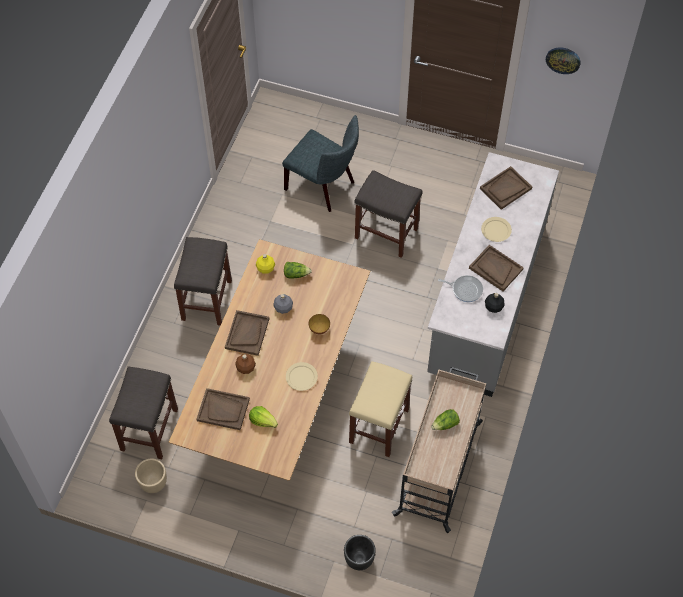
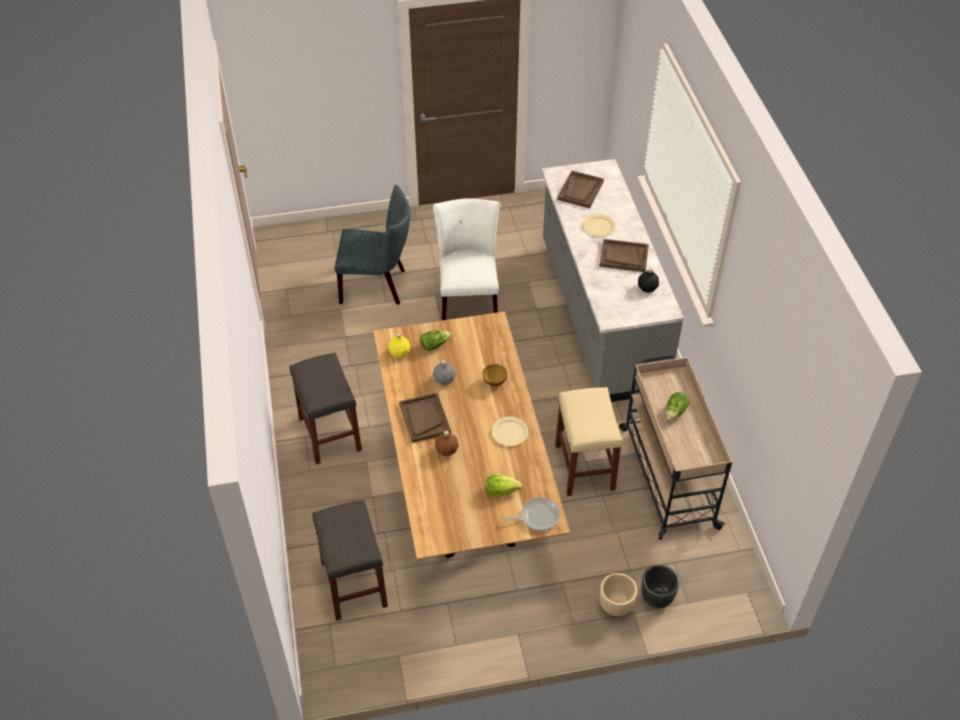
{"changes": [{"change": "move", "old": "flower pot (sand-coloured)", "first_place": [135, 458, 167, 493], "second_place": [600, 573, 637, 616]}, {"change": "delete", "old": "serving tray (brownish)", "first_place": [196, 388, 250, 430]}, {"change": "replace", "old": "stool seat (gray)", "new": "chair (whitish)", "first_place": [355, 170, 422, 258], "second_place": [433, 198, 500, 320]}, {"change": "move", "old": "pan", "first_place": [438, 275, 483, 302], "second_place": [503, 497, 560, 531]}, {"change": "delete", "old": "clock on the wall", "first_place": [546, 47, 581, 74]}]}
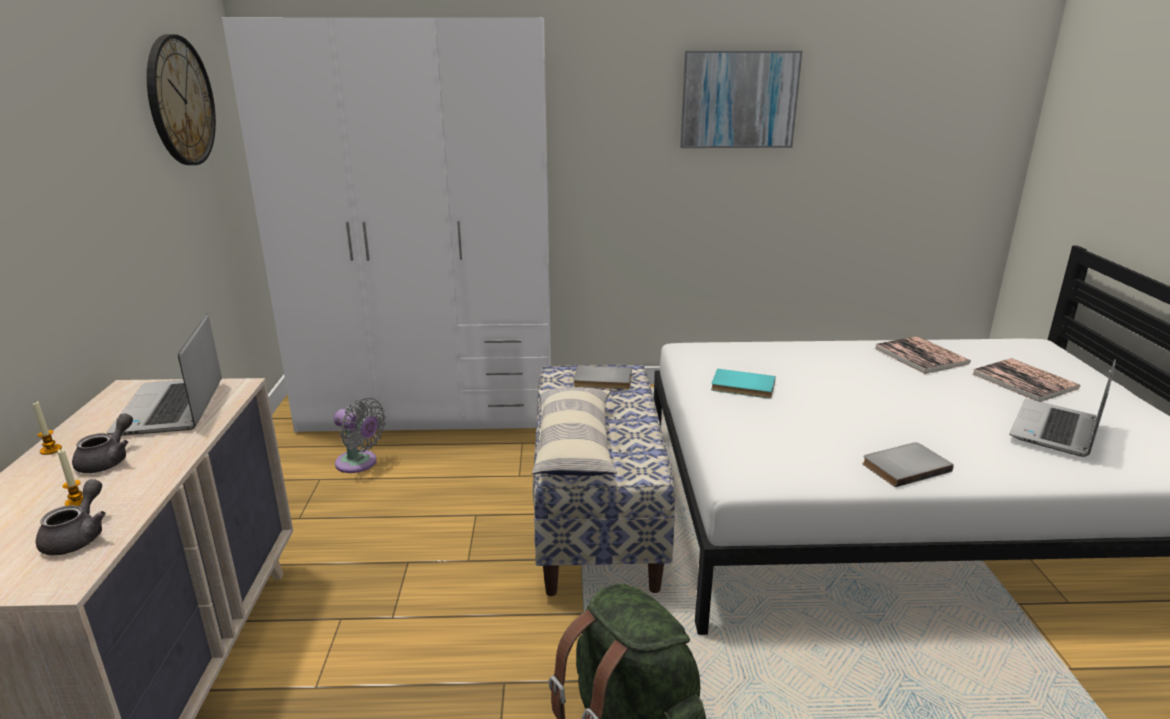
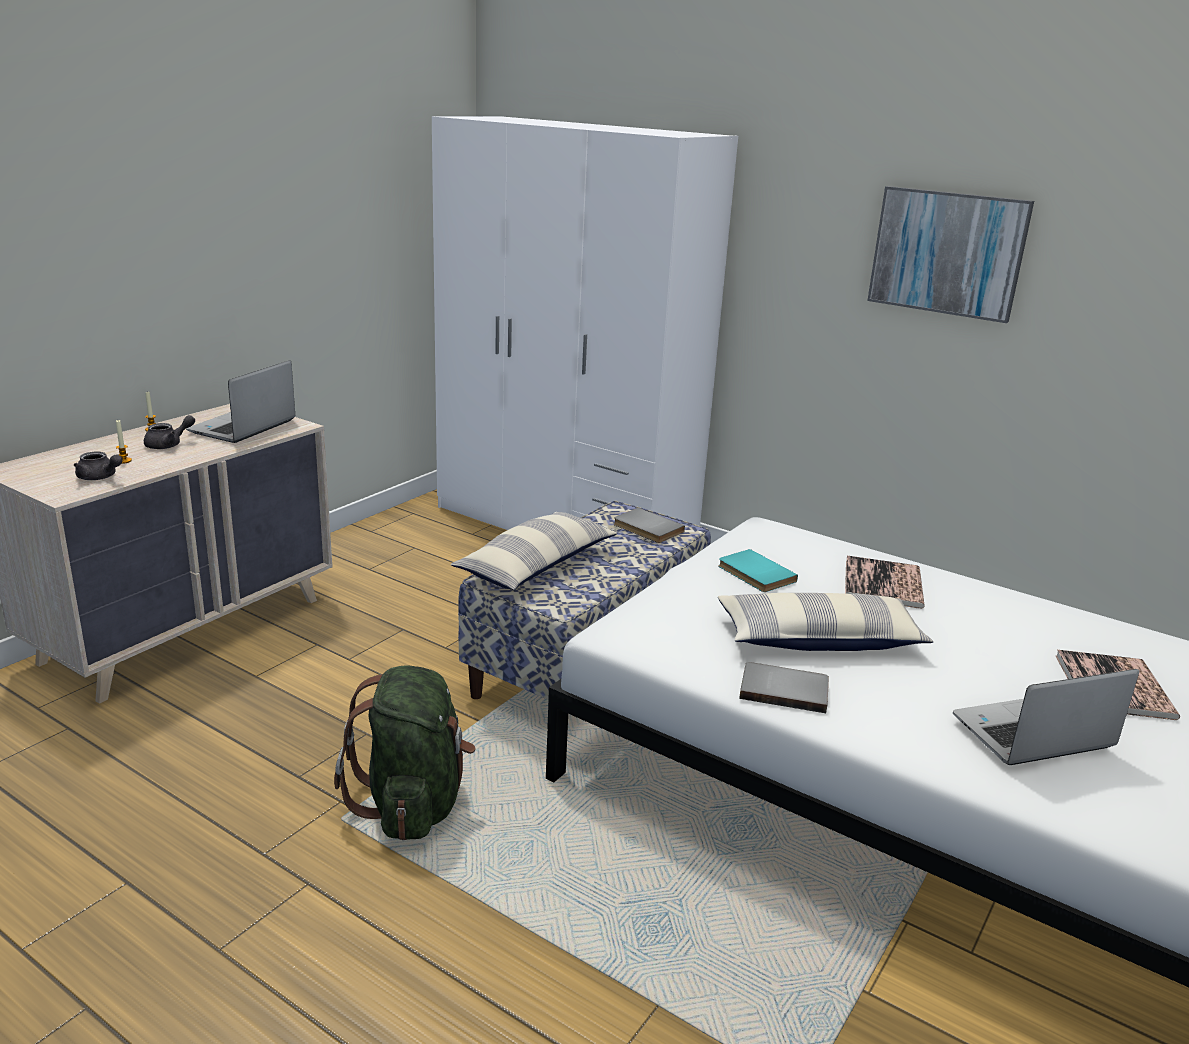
{"changes": [{"change": "rotate", "old": "pot for tea (gray)", "first_place": [36, 479, 106, 556], "second_place": [74, 451, 123, 480], "degrees": 75}, {"change": "delete", "old": "clock on the wall", "first_place": [147, 34, 216, 165]}, {"change": "delete", "old": "electric fan (gray)", "first_place": [334, 398, 386, 473]}, {"change": "move", "old": "book", "first_place": [874, 336, 971, 374], "second_place": [845, 556, 925, 609]}, {"change": "insert", "new": "cushion", "second_place": [718, 593, 934, 651]}]}
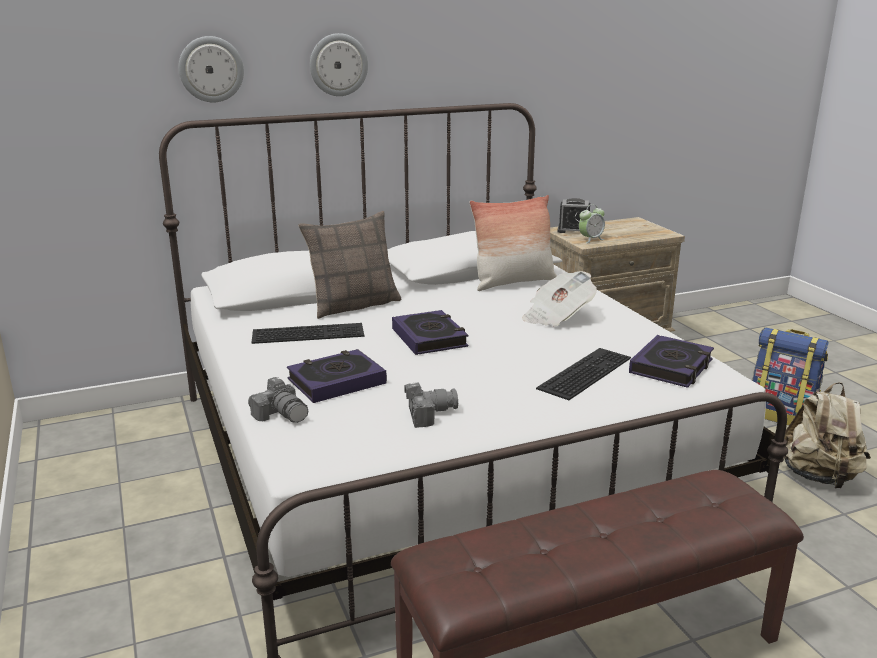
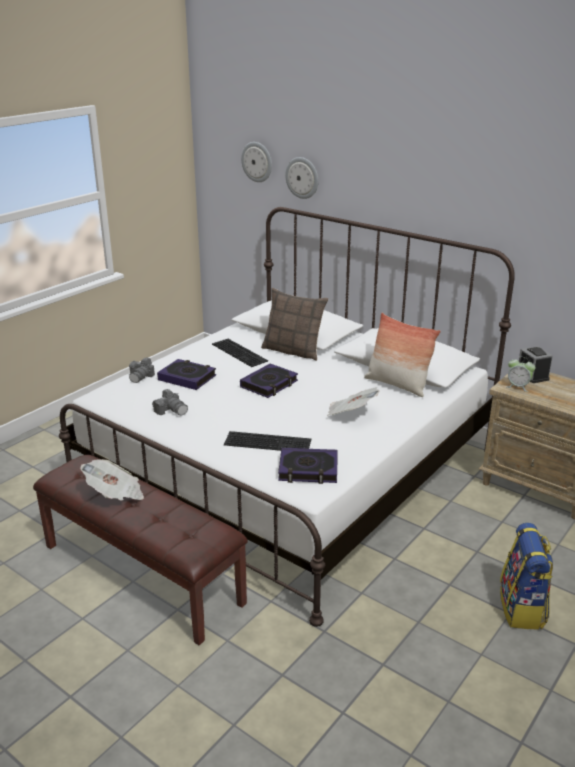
{"changes": [{"change": "move", "old": "clock on the wall", "first_place": [310, 33, 368, 96], "second_place": [241, 142, 272, 182]}, {"change": "delete", "old": "knapsack (sand-coloured)", "first_place": [783, 382, 871, 488]}, {"change": "insert", "new": "printed paper", "second_place": [80, 459, 144, 501]}]}
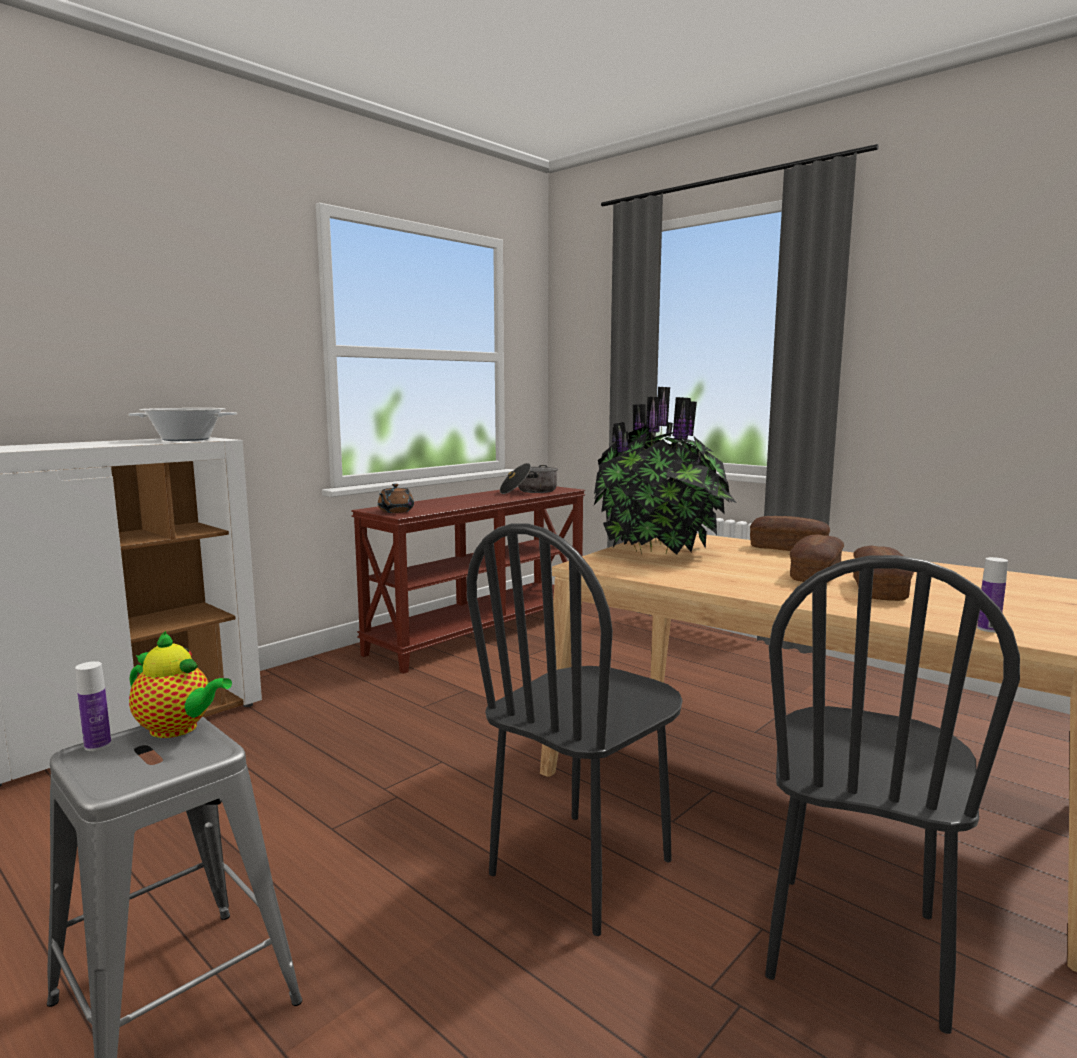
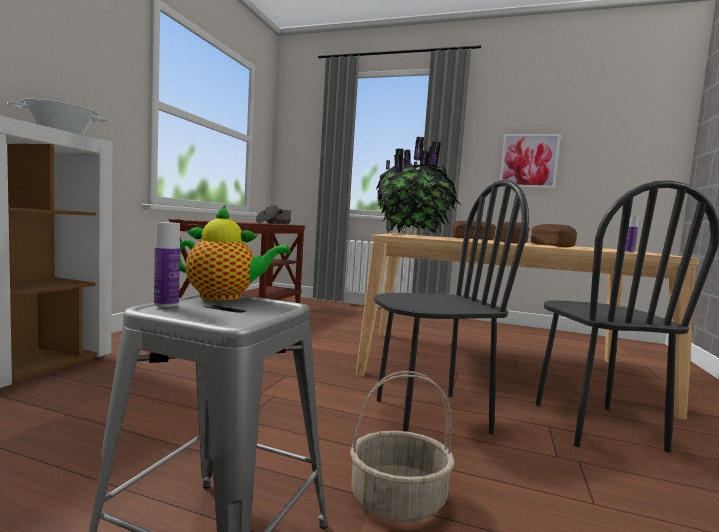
{"changes": [{"change": "delete", "old": "pot for tea (brownish)", "first_place": [378, 484, 414, 513]}, {"change": "rotate", "old": "chair (black-coloured)", "first_place": [467, 523, 683, 936], "second_place": [373, 180, 529, 434], "degrees": -120}, {"change": "insert", "new": "household basket", "second_place": [350, 371, 455, 522]}, {"change": "insert", "new": "wall picture", "second_place": [500, 134, 561, 189]}]}
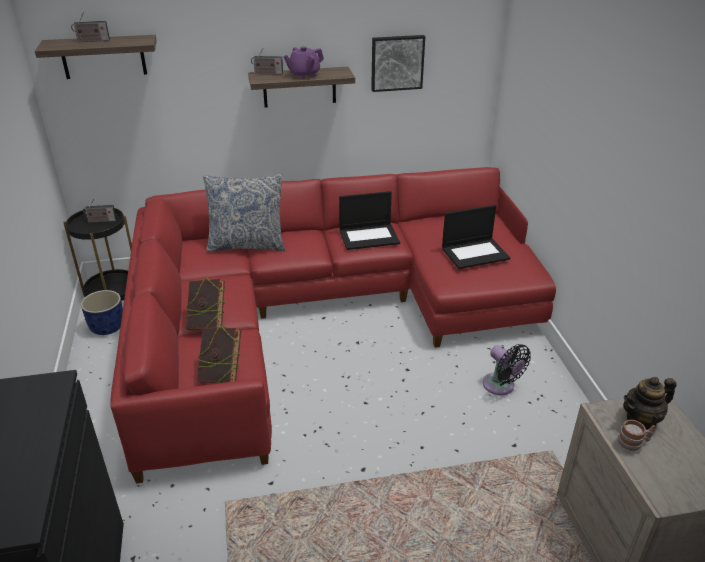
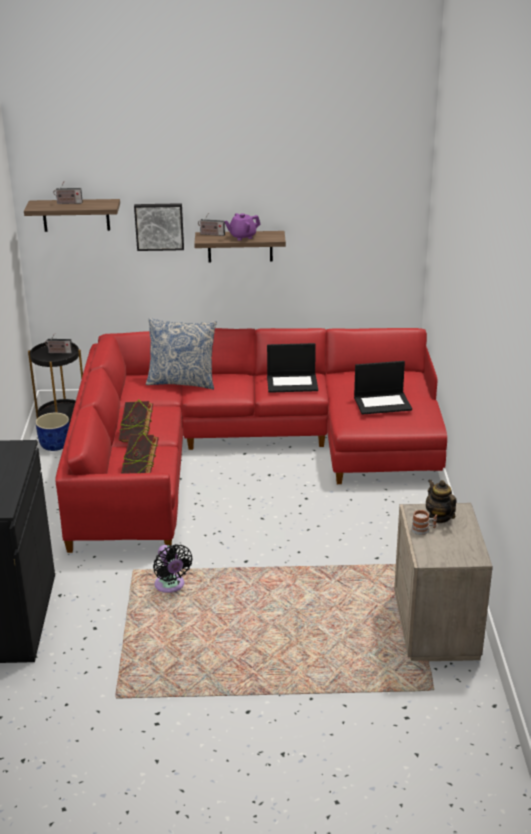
{"changes": [{"change": "move", "old": "wall picture", "first_place": [371, 35, 425, 92], "second_place": [134, 203, 184, 251]}, {"change": "move", "old": "electric fan (black-coloured)", "first_place": [483, 344, 531, 395], "second_place": [153, 544, 193, 593]}, {"change": "rotate", "old": "pot for tea", "first_place": [623, 377, 677, 430], "second_place": [426, 480, 457, 523], "degrees": 75}]}
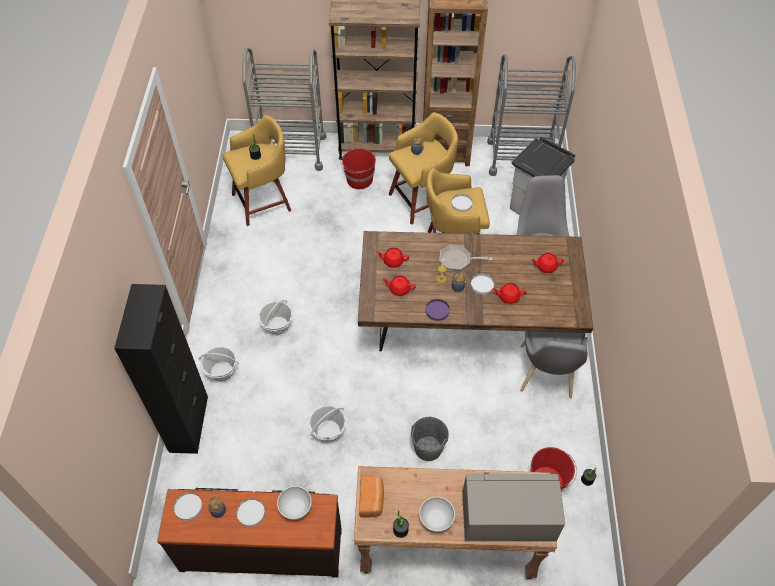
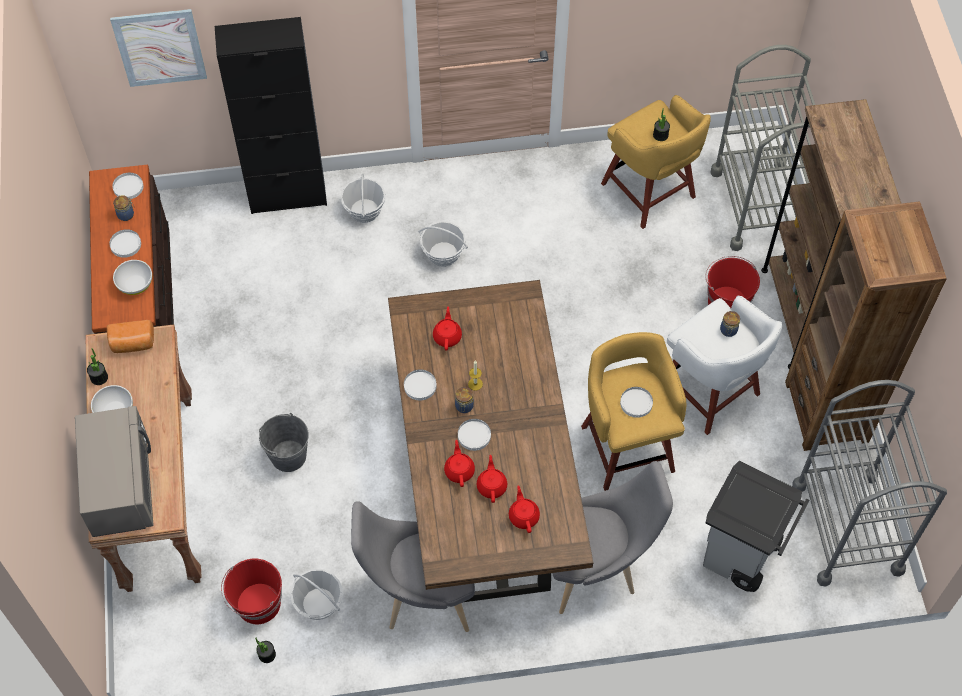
{"changes": [{"change": "move", "old": "household basket", "first_place": [309, 405, 346, 442], "second_place": [290, 569, 343, 620]}, {"change": "move", "old": "pot for tea (red)", "first_place": [376, 248, 409, 268], "second_place": [477, 455, 507, 503]}, {"change": "recolor", "old": "stool seat (yellowish)", "new": "stool seat (whitish)", "first_place": [389, 112, 458, 225], "second_place": [667, 296, 782, 435]}, {"change": "recolor", "old": "flat dish (purple)", "new": "flat dish (whitish)", "first_place": [426, 299, 450, 321], "second_place": [404, 369, 437, 400]}, {"change": "delete", "old": "pan", "first_place": [440, 245, 492, 270]}, {"change": "insert", "new": "wall picture", "second_place": [110, 9, 207, 87]}]}
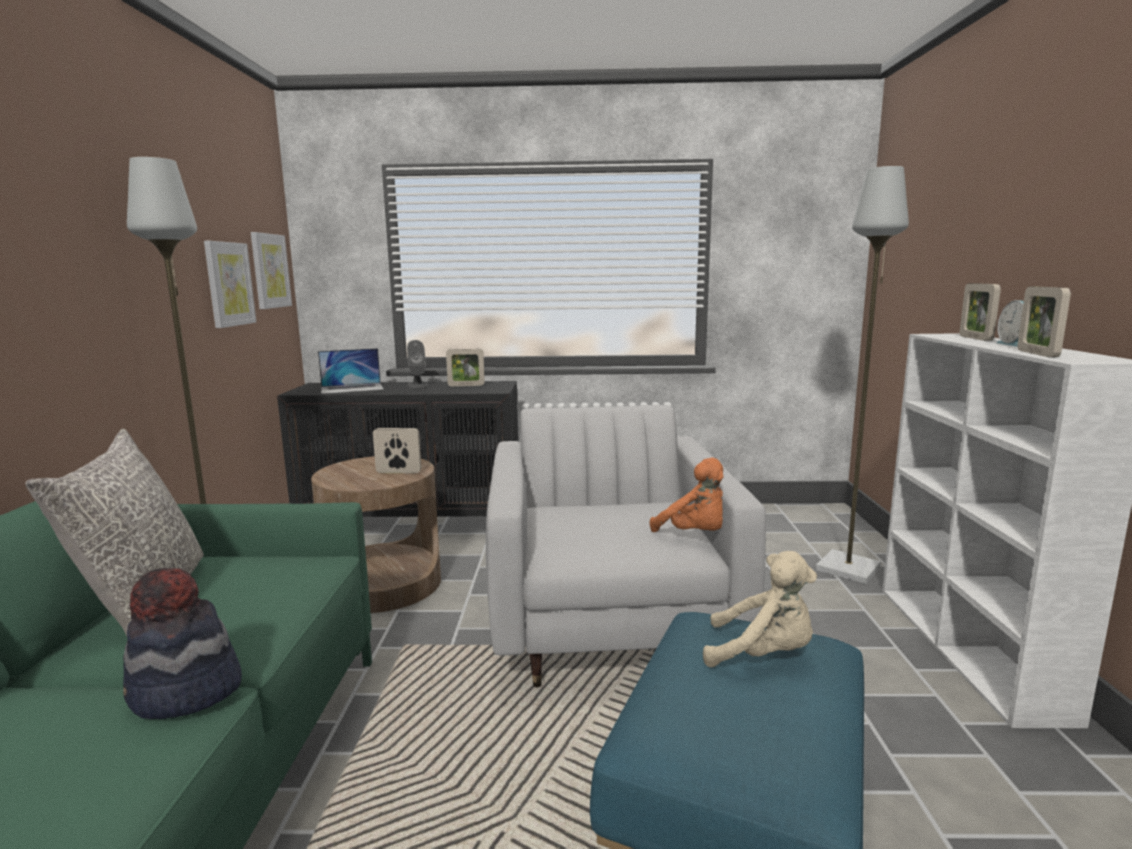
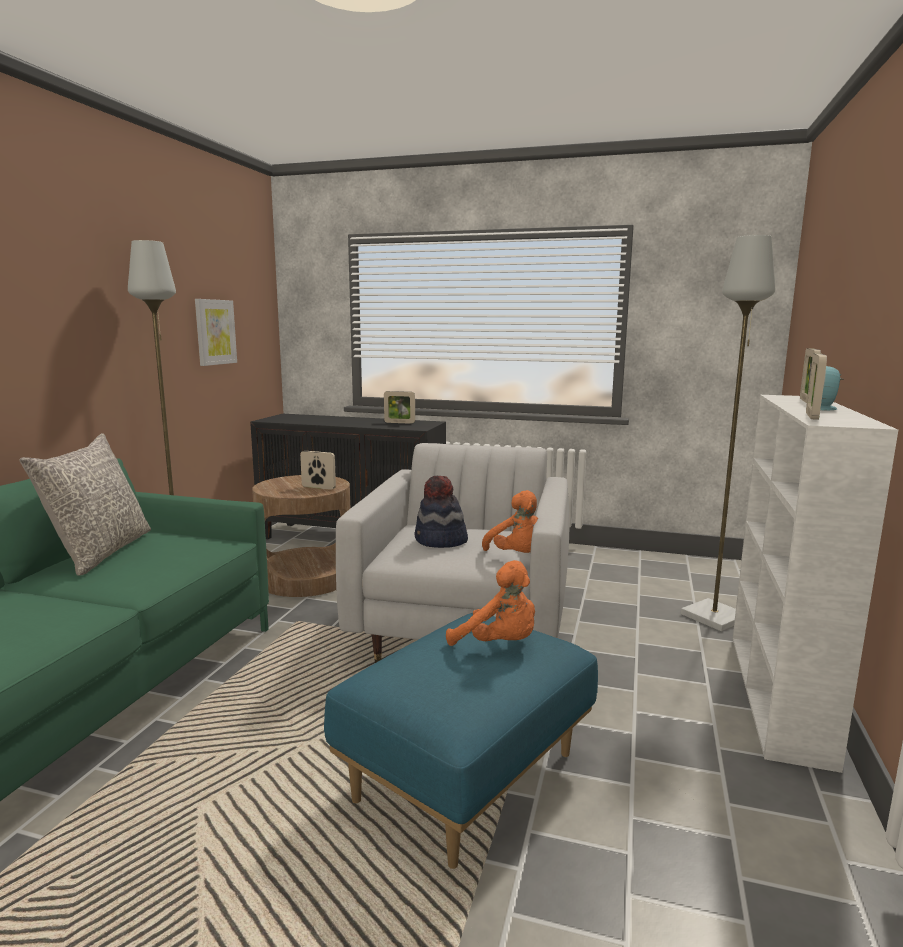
{"changes": [{"change": "move", "old": "clothing hat", "first_place": [123, 568, 242, 719], "second_place": [414, 476, 468, 548]}, {"change": "delete", "old": "wall picture", "first_place": [250, 232, 292, 309]}, {"change": "delete", "old": "notebook computer", "first_place": [318, 348, 384, 394]}, {"change": "delete", "old": "speaker (gray)", "first_place": [407, 340, 429, 388]}, {"change": "recolor", "old": "soft toy (sand-coloured)", "new": "soft toy (orangey)", "first_place": [703, 551, 817, 667], "second_place": [446, 560, 535, 646]}]}
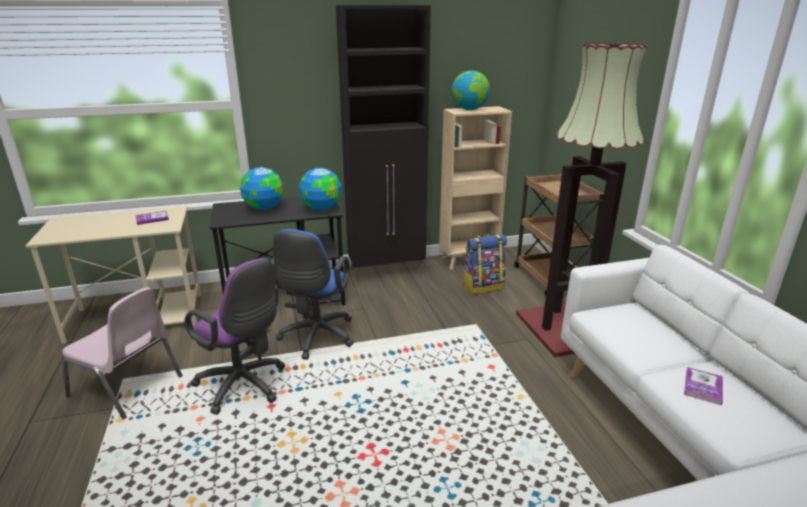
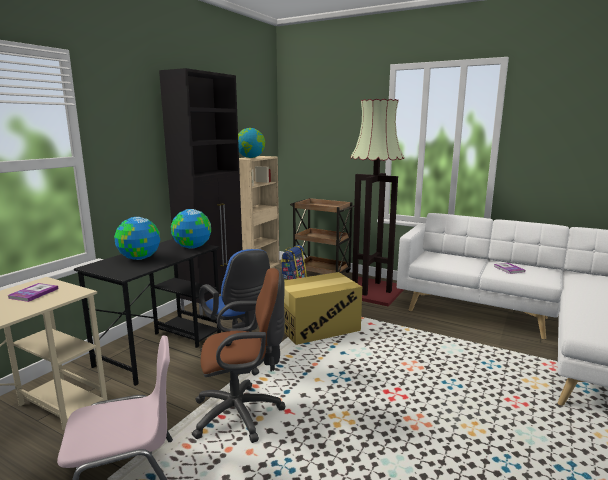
{"changes": [{"change": "recolor", "old": "computer chair (purple)", "new": "computer chair (brownish)", "first_place": [185, 258, 285, 415], "second_place": [192, 268, 286, 443]}, {"change": "insert", "new": "cardboard box", "second_place": [284, 272, 362, 345]}]}
